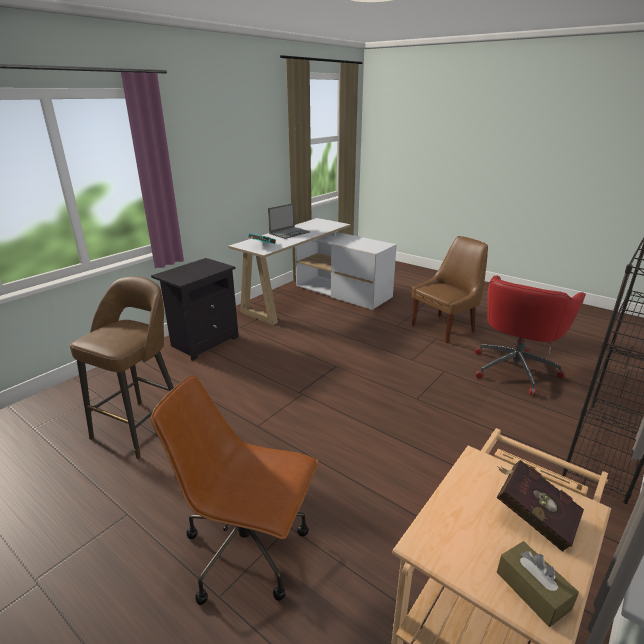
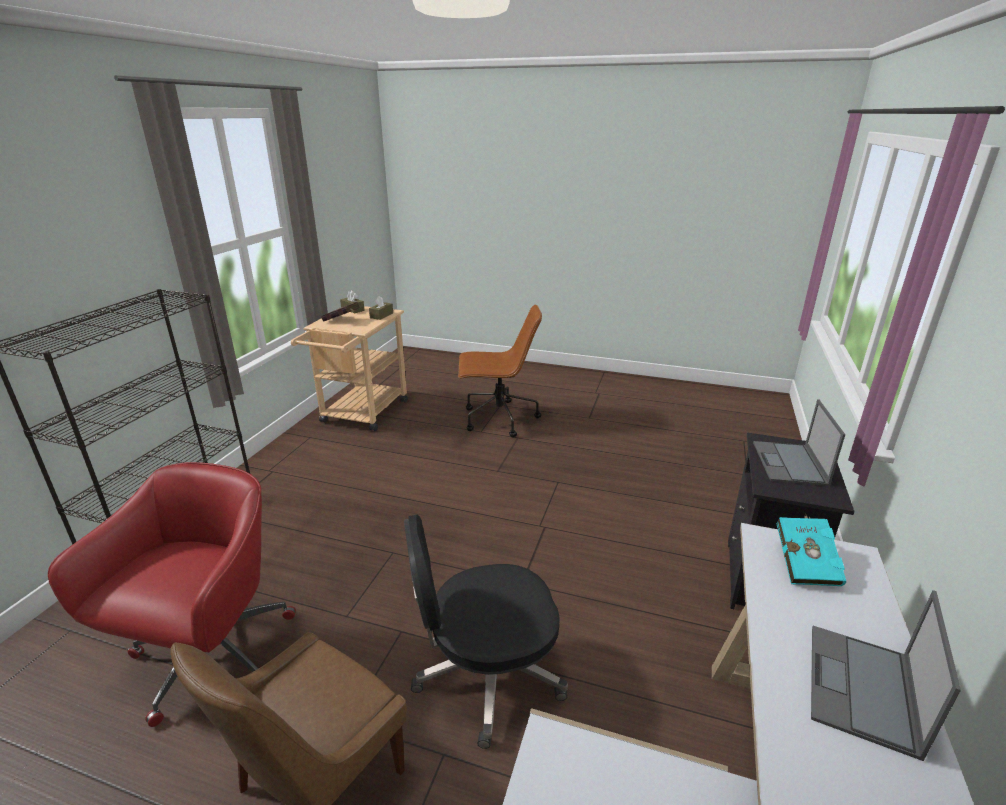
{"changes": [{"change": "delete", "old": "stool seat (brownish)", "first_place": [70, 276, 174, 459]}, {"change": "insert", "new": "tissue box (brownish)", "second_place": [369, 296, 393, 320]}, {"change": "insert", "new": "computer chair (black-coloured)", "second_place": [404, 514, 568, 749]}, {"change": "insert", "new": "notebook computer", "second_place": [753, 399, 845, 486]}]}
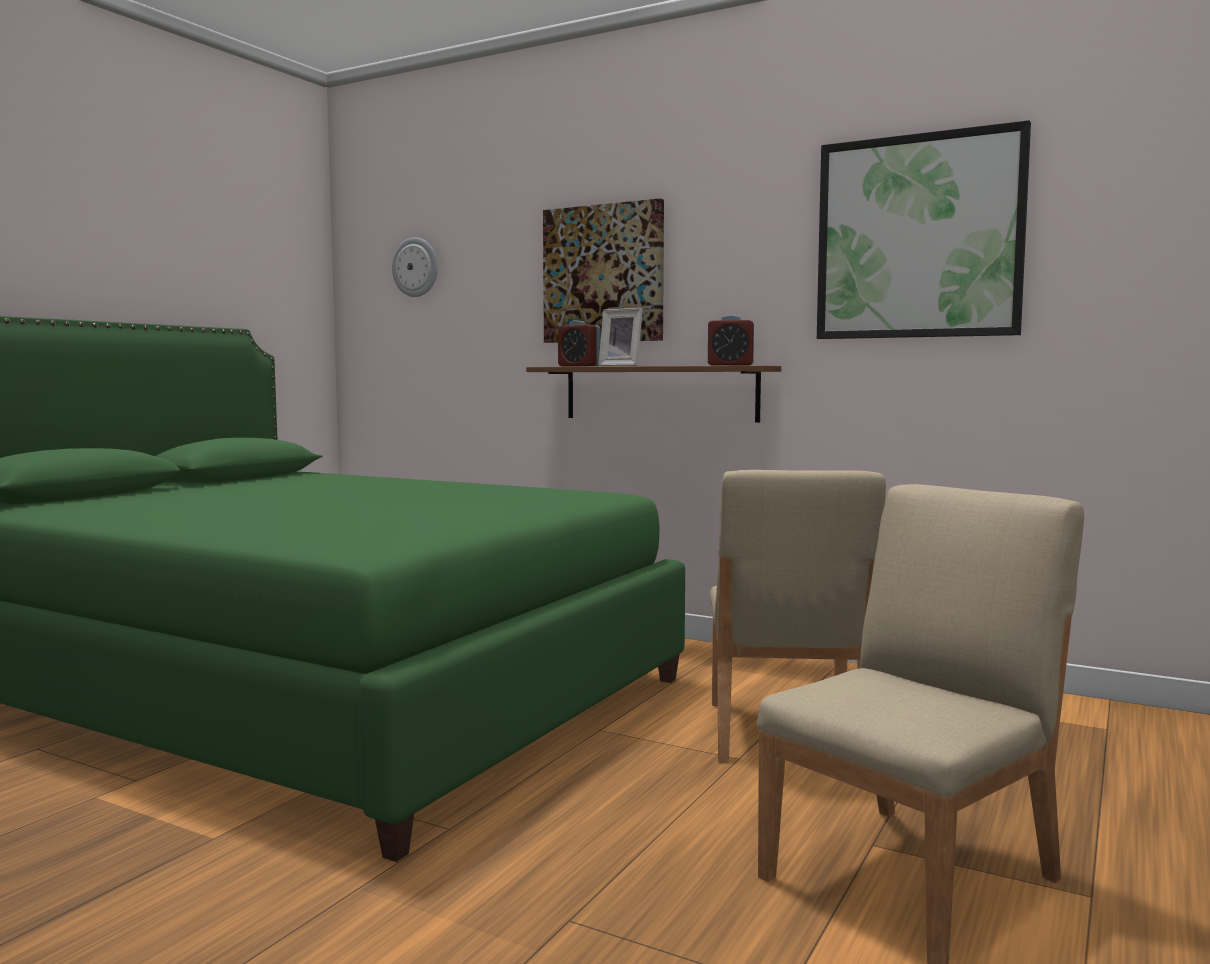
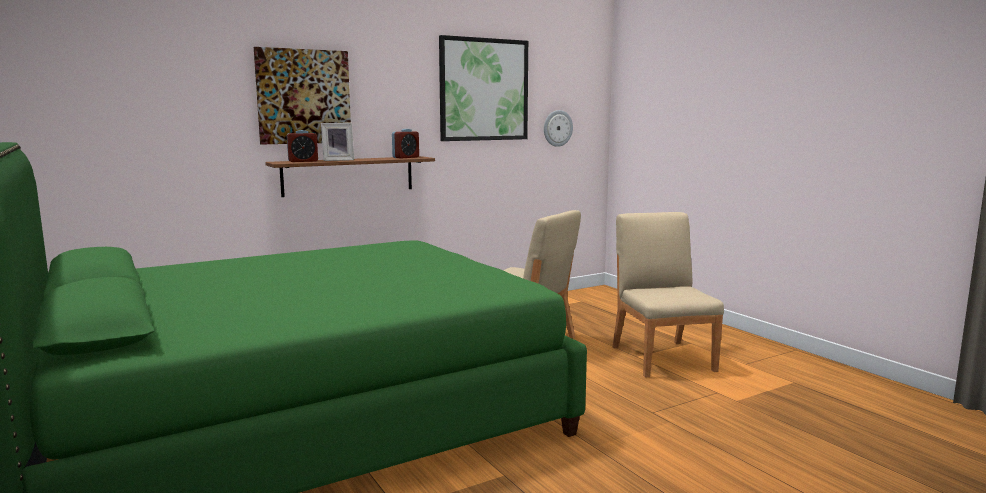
{"changes": [{"change": "move", "old": "clock on the wall", "first_place": [392, 237, 438, 297], "second_place": [544, 110, 573, 147]}]}
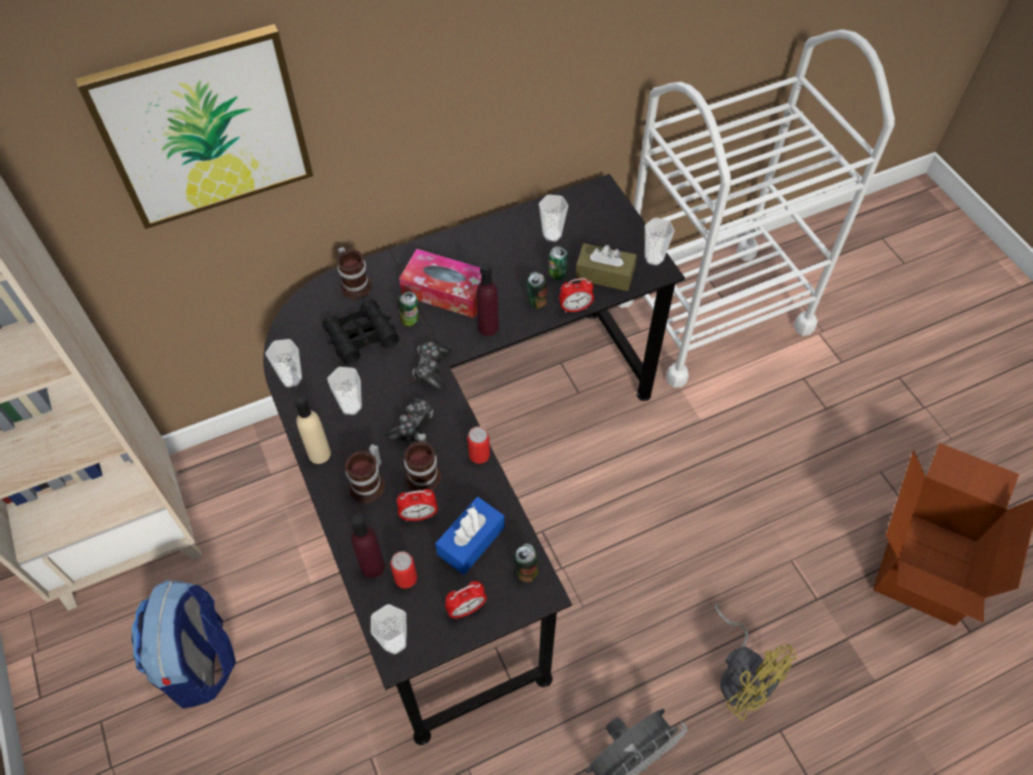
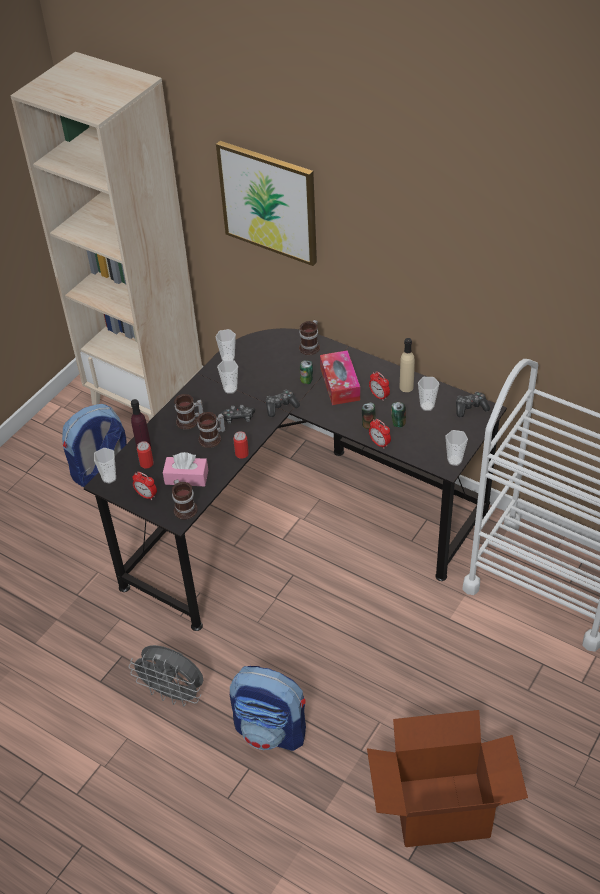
{"changes": [{"change": "move", "old": "bottle (sand-coloured)", "first_place": [294, 395, 331, 464], "second_place": [400, 338, 415, 392]}, {"change": "delete", "old": "binoculars (black-coloured)", "first_place": [322, 299, 399, 365]}, {"change": "move", "old": "bedside clock", "first_place": [397, 489, 438, 521], "second_place": [369, 371, 390, 401]}, {"change": "recolor", "old": "tissue box (bluish)", "new": "tissue box (pinkish)", "first_place": [435, 497, 505, 575], "second_place": [163, 452, 208, 486]}, {"change": "delete", "old": "bottle (purple)", "first_place": [476, 263, 499, 336]}, {"change": "replace", "old": "metal can", "new": "mug", "first_place": [514, 544, 538, 583], "second_place": [172, 479, 198, 519]}, {"change": "delete", "old": "tissue box (brownish)", "first_place": [575, 243, 637, 291]}, {"change": "replace", "old": "electric fan (yellowish)", "new": "knapsack", "first_place": [715, 604, 796, 721], "second_place": [230, 666, 306, 751]}, {"change": "insert", "new": "game controller", "second_place": [456, 392, 490, 417]}]}
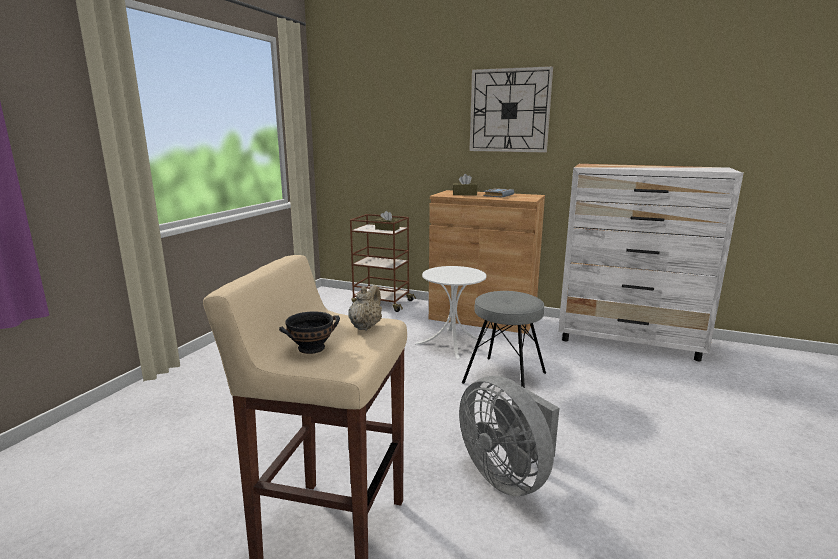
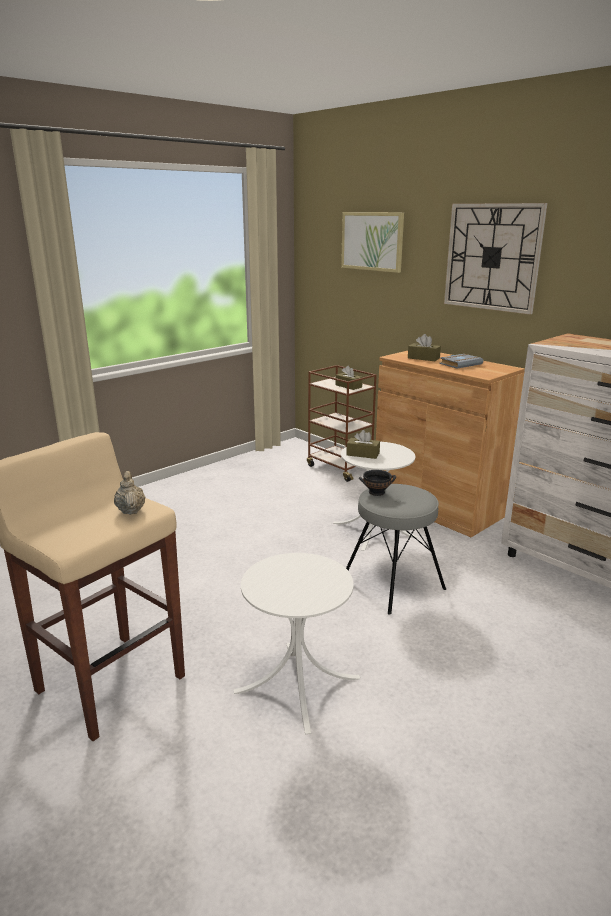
{"changes": [{"change": "move", "old": "deep dish (black-coloured)", "first_place": [279, 311, 340, 354], "second_place": [359, 470, 396, 496]}, {"change": "rotate", "old": "pot for tea (sand-coloured)", "first_place": [348, 285, 382, 331], "second_place": [114, 471, 146, 515], "degrees": -60}, {"change": "replace", "old": "electric fan (gray)", "new": "accent table (whitish)", "first_place": [459, 376, 559, 496], "second_place": [234, 553, 360, 734]}, {"change": "insert", "new": "wall picture", "second_place": [341, 212, 404, 273]}, {"change": "insert", "new": "tissue box (brownish)", "second_place": [346, 430, 380, 459]}]}
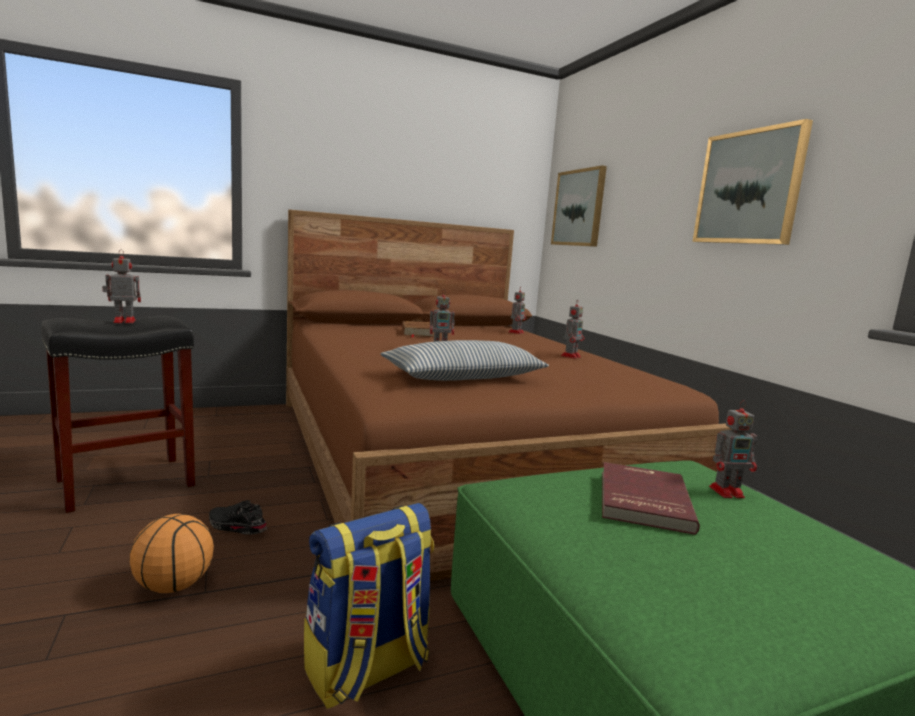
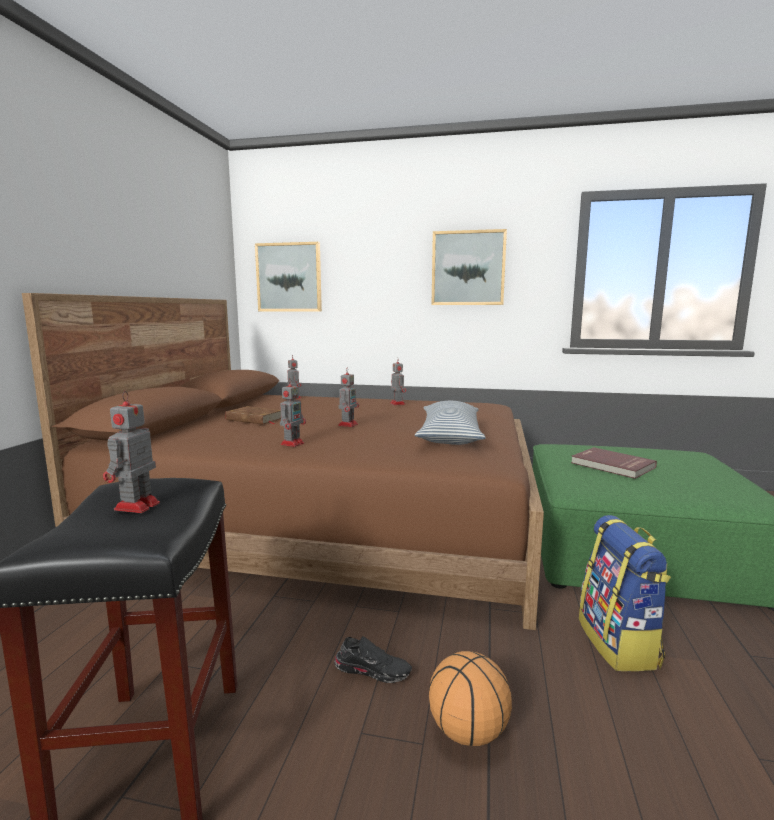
{"changes": [{"change": "rotate", "old": "shoe (black-coloured)", "first_place": [209, 500, 267, 535], "second_place": [334, 636, 412, 683], "degrees": -135}, {"change": "move", "old": "toy robot", "first_place": [709, 400, 757, 498], "second_place": [280, 378, 306, 447]}]}
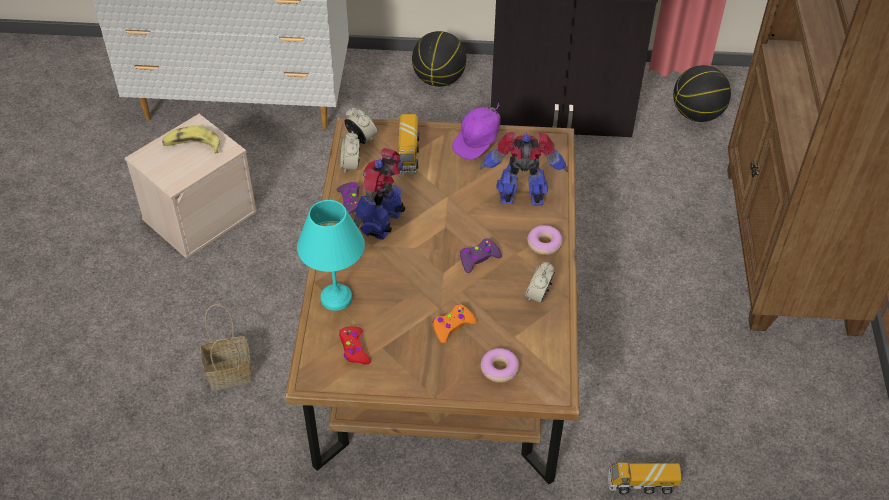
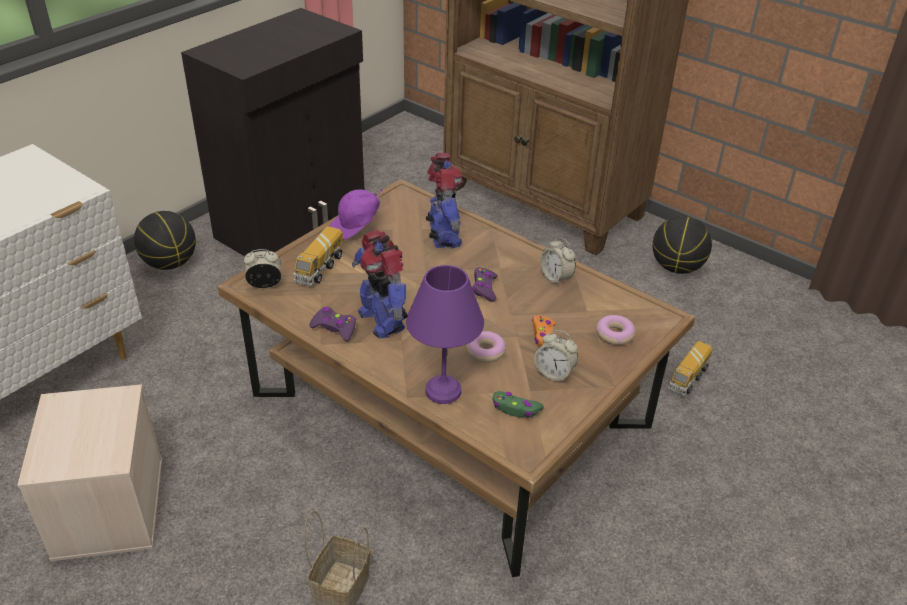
{"changes": [{"change": "delete", "old": "whole banana", "first_place": [162, 125, 220, 154]}, {"change": "recolor", "old": "tabletop lamp (blue-green)", "new": "tabletop lamp (purple)", "first_place": [297, 200, 365, 311], "second_place": [406, 265, 484, 404]}, {"change": "recolor", "old": "game controller (red)", "new": "game controller (green)", "first_place": [339, 326, 371, 365], "second_place": [493, 391, 544, 418]}, {"change": "move", "old": "bedside clock", "first_place": [340, 131, 360, 173], "second_place": [534, 330, 578, 383]}, {"change": "rotate", "old": "model truck", "first_place": [398, 114, 419, 174], "second_place": [293, 226, 343, 286], "degrees": 75}, {"change": "rotate", "old": "cap (purple)", "first_place": [452, 102, 500, 160], "second_place": [329, 188, 382, 240], "degrees": 60}, {"change": "rotate", "old": "toy robot", "first_place": [480, 132, 568, 205], "second_place": [426, 153, 464, 248], "degrees": 135}, {"change": "move", "old": "donut", "first_place": [527, 225, 563, 255], "second_place": [466, 331, 506, 363]}, {"change": "move", "old": "basketball ball", "first_place": [673, 65, 731, 122], "second_place": [653, 216, 712, 274]}]}
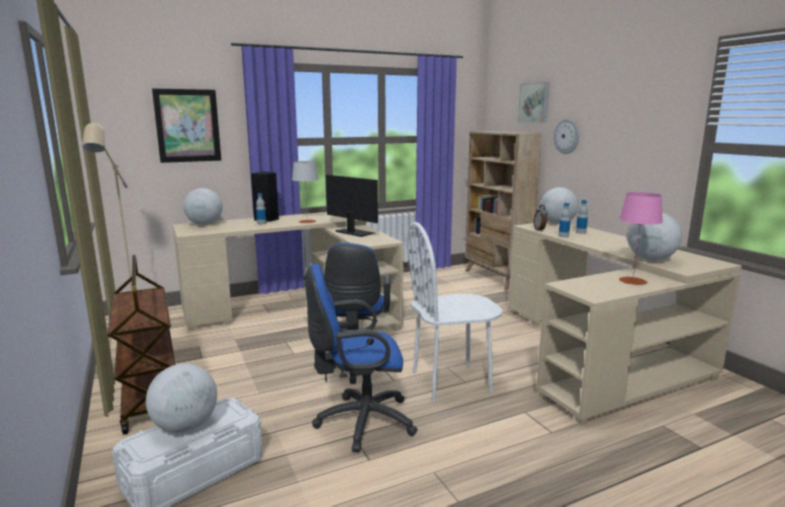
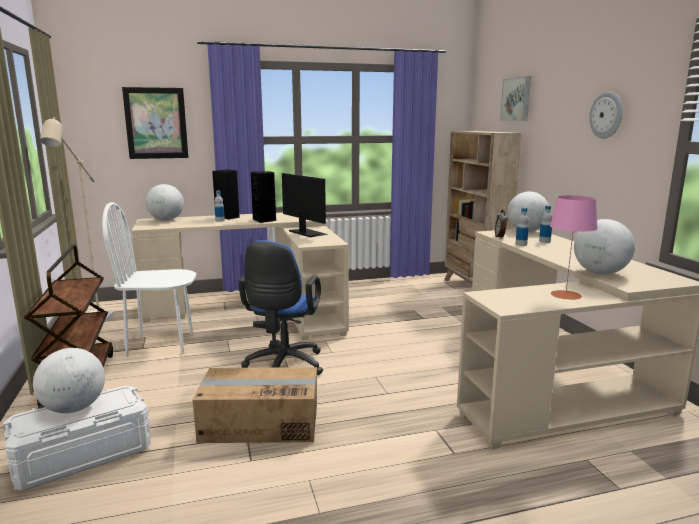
{"changes": [{"change": "replace", "old": "tabletop lamp (gray)", "new": "speaker (black-coloured)", "first_place": [292, 161, 319, 224], "second_place": [251, 171, 276, 223]}, {"change": "replace", "old": "computer chair (bluish)", "new": "cardboard box", "first_place": [305, 264, 418, 453], "second_place": [192, 367, 317, 443]}, {"change": "move", "old": "chair (whitish)", "first_place": [407, 222, 502, 402], "second_place": [102, 202, 196, 357]}, {"change": "move", "old": "clock on the wall", "first_place": [554, 118, 579, 154], "second_place": [589, 92, 623, 138]}]}
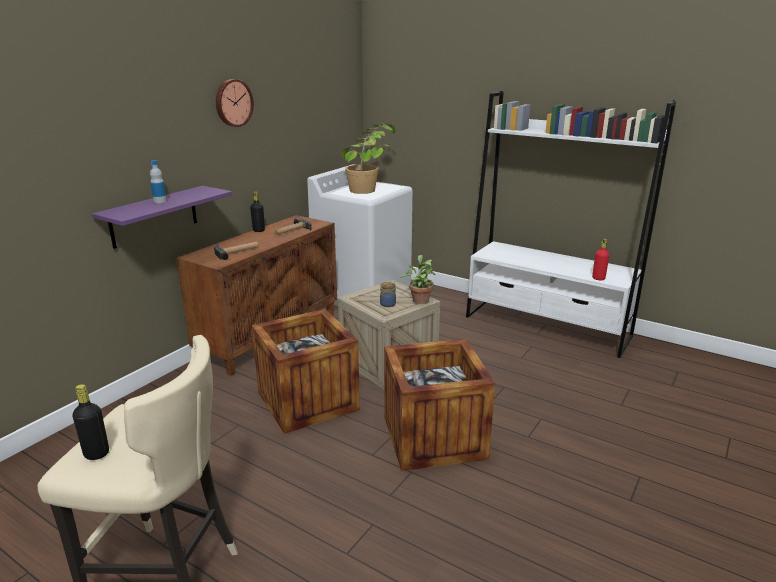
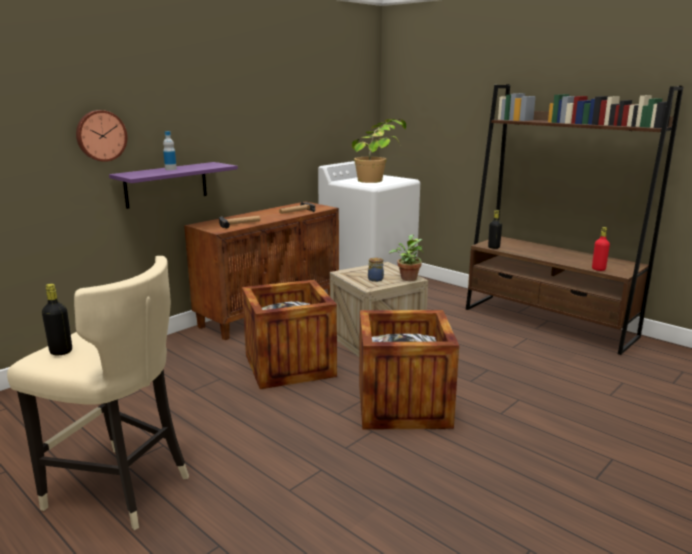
{"changes": [{"change": "move", "old": "clock on the wall", "first_place": [216, 79, 254, 127], "second_place": [76, 110, 127, 162]}, {"change": "move", "old": "bottle (black-coloured)", "first_place": [250, 192, 265, 232], "second_place": [488, 210, 502, 249]}, {"change": "recolor", "old": "bookcase (whitish)", "new": "bookcase (brownish)", "first_place": [466, 91, 676, 358], "second_place": [466, 84, 683, 355]}]}
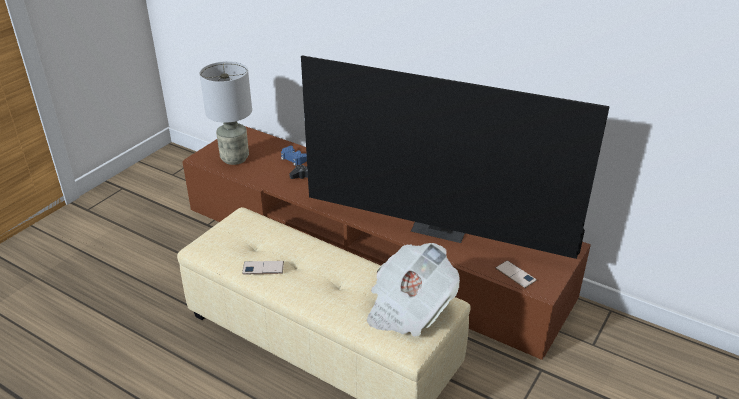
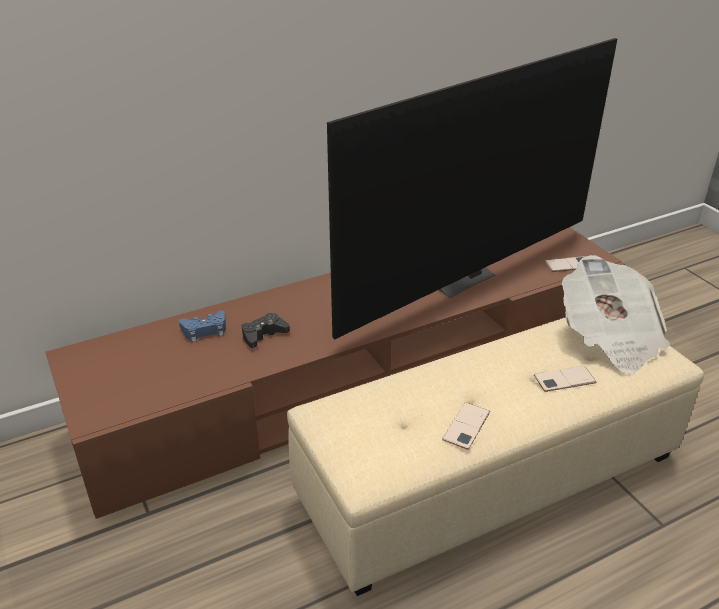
{"changes": [{"change": "delete", "old": "tabletop lamp (gray)", "first_place": [200, 61, 252, 165]}, {"change": "insert", "new": "phone", "second_place": [534, 366, 596, 392]}]}
